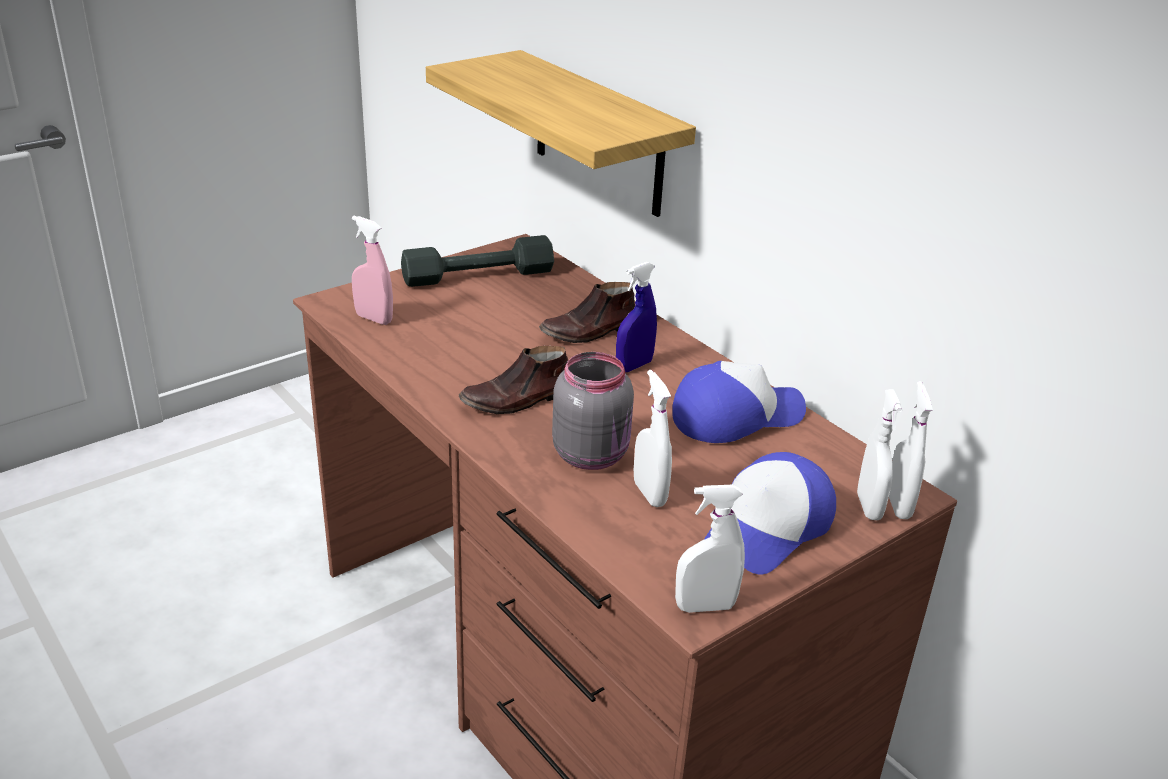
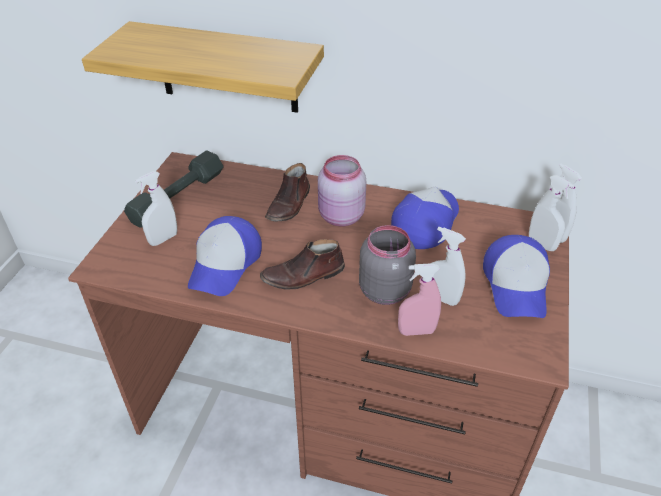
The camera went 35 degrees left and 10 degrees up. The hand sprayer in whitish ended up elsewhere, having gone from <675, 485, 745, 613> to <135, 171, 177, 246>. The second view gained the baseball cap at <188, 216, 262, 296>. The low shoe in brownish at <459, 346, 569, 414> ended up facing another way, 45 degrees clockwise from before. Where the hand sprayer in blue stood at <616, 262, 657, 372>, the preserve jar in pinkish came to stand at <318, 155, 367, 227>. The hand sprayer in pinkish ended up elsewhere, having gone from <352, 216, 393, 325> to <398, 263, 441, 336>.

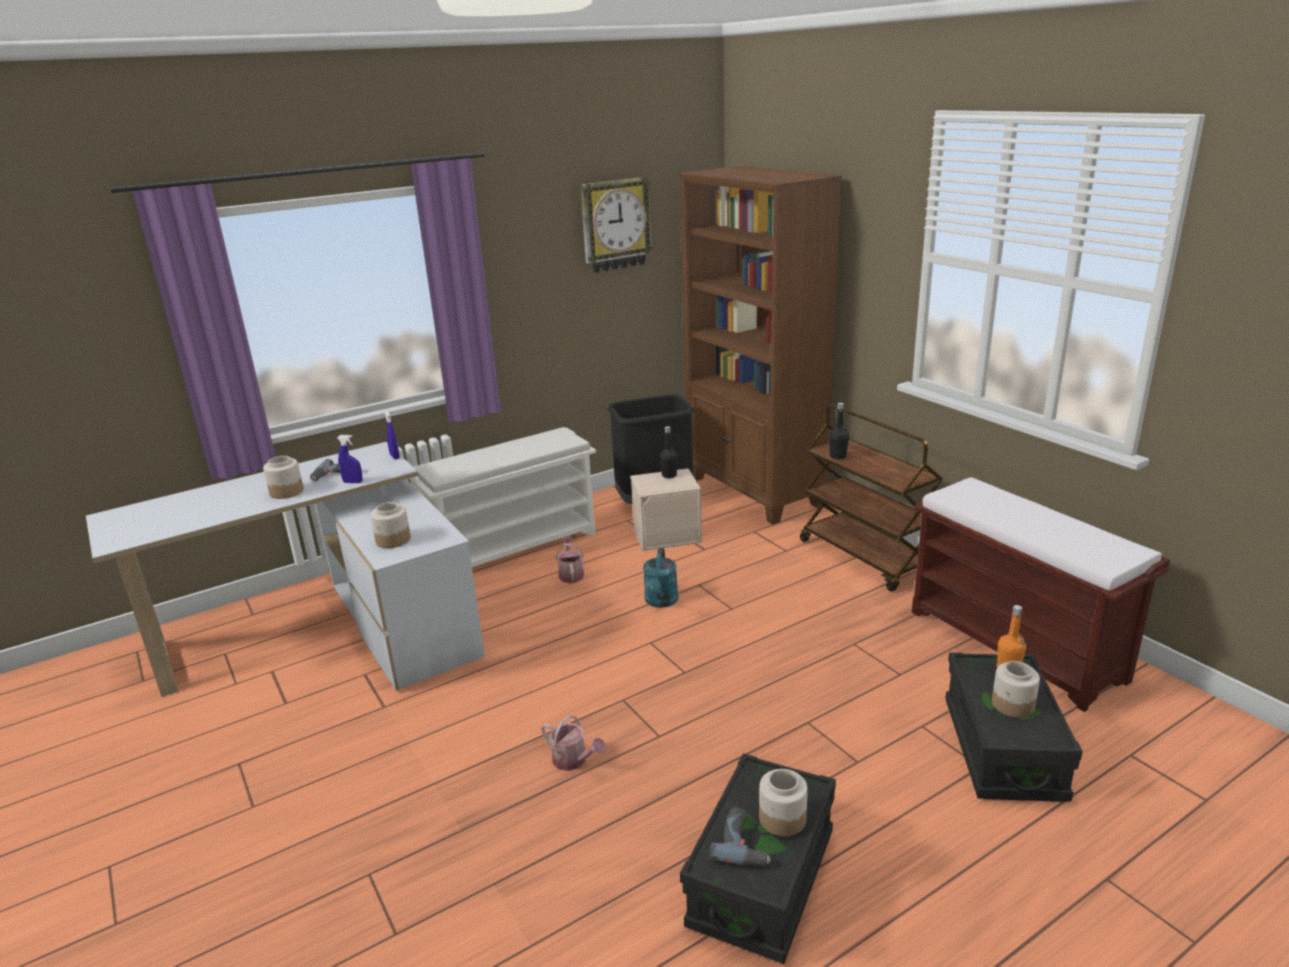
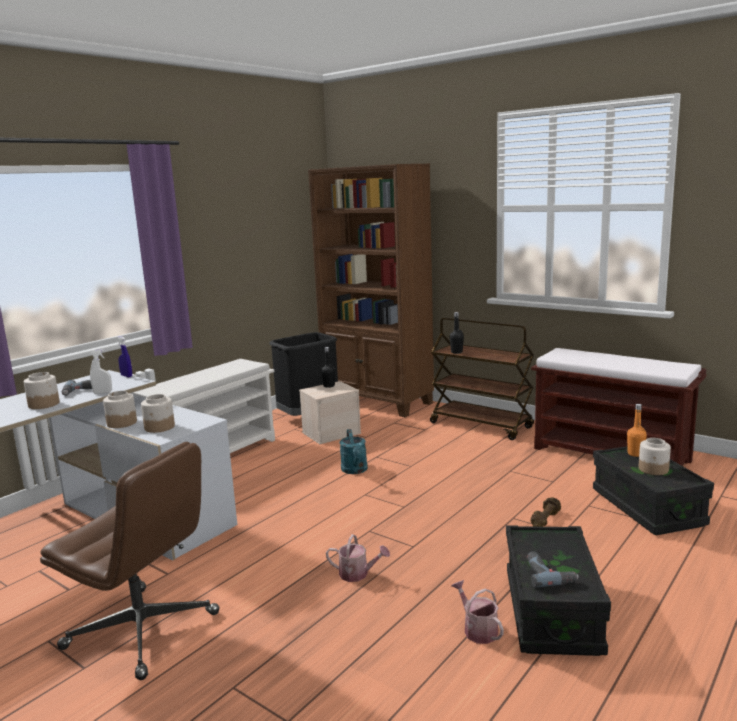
The camera went 20 degrees left and 10 degrees down. The second view gained the office chair in brownish at <40, 442, 220, 680>. What was the hand sprayer in blue at <337, 435, 363, 483> turned into the hand sprayer in whitish at <90, 349, 112, 394>. The preserve jar ended up elsewhere, having gone from <759, 769, 808, 837> to <103, 391, 137, 428>. The watering pot ended up elsewhere, having gone from <556, 537, 584, 583> to <451, 580, 504, 644>. The second view gained the free weight in brownish at <530, 497, 561, 527>. The second view lost the wall clock at <580, 177, 653, 273>.

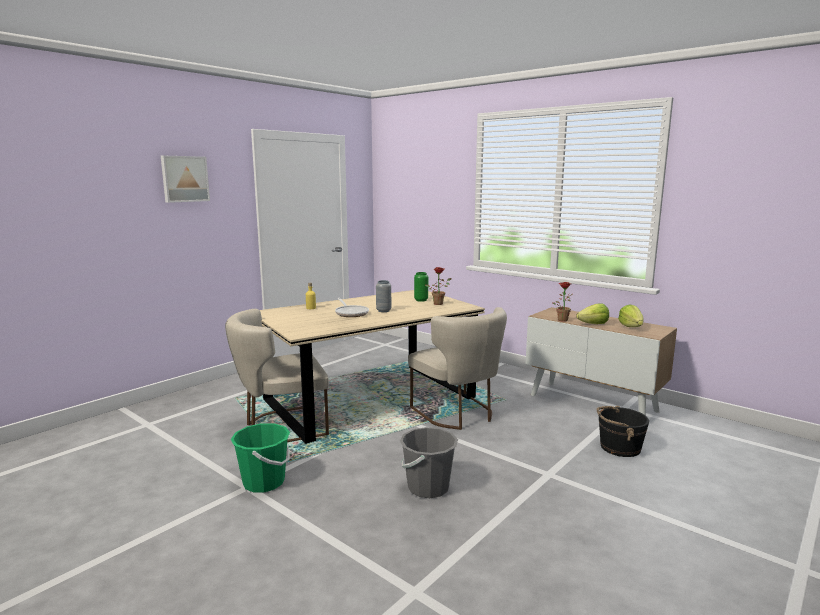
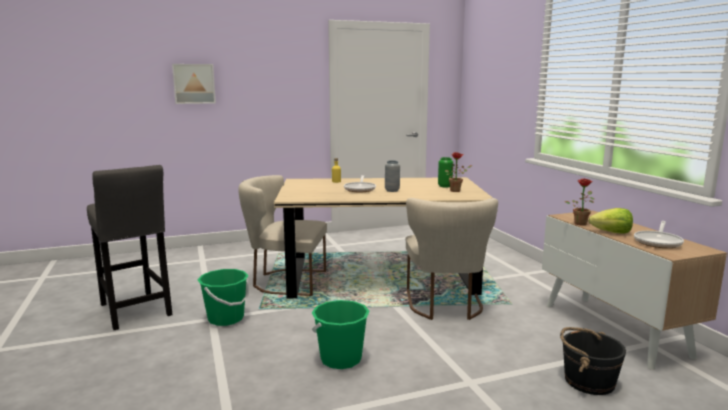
The camera went 30 degrees right and 0 degrees up. The second view gained the stool in grey at <87, 165, 173, 330>. The picture ended up elsewhere, having gone from <161, 156, 210, 203> to <172, 64, 216, 104>. What was the water bucket in grey at <400, 427, 458, 498> turned into the water bucket in green-coloured at <312, 300, 370, 369>. Where the lettuce head stood at <618, 305, 643, 327>, the pan came to stand at <634, 221, 684, 248>.

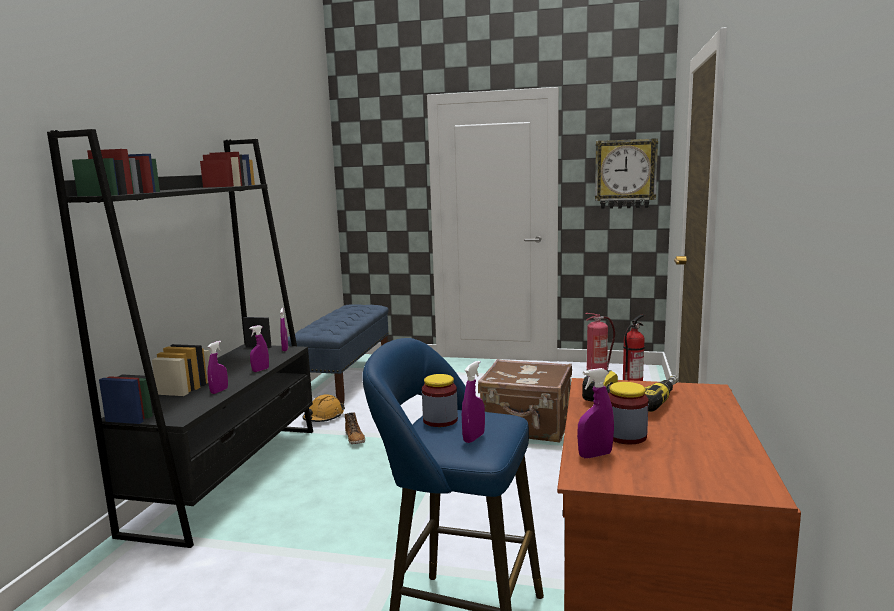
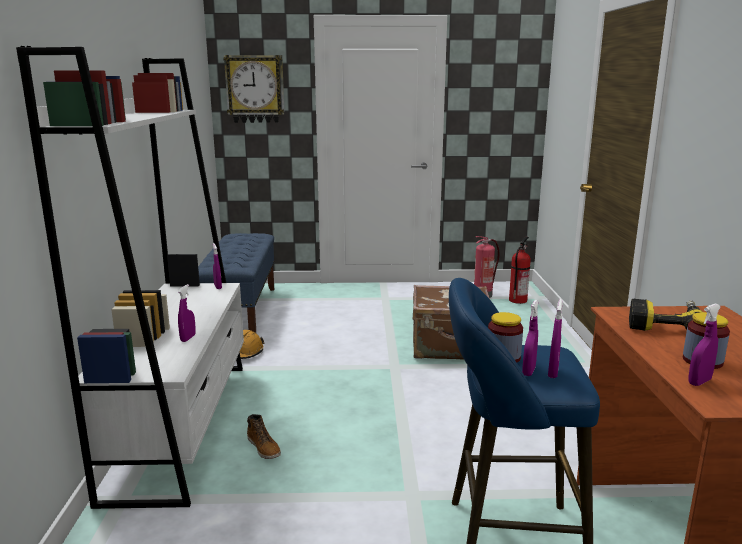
The camera went 15 degrees left and 5 degrees up. What was the bookcase in black at <47, 129, 313, 548> turned into the bookcase in whitish at <16, 46, 244, 509>. The wall clock ended up elsewhere, having gone from <595, 138, 658, 209> to <223, 55, 285, 123>. The high-top boot ended up elsewhere, having gone from <344, 412, 365, 444> to <247, 414, 281, 459>. The hand sprayer in purple ended up elsewhere, having gone from <249, 325, 269, 372> to <522, 300, 538, 376>.

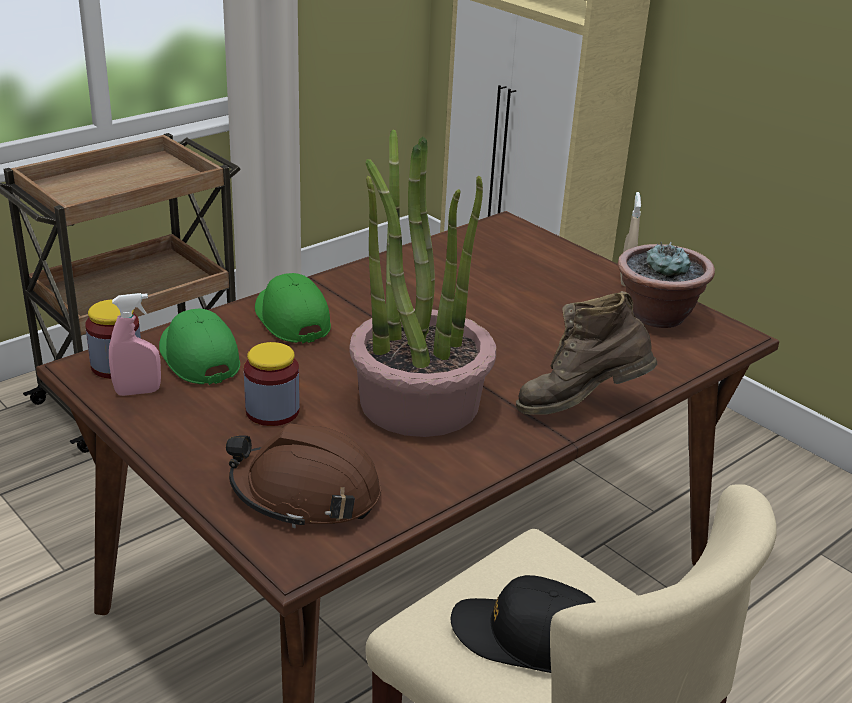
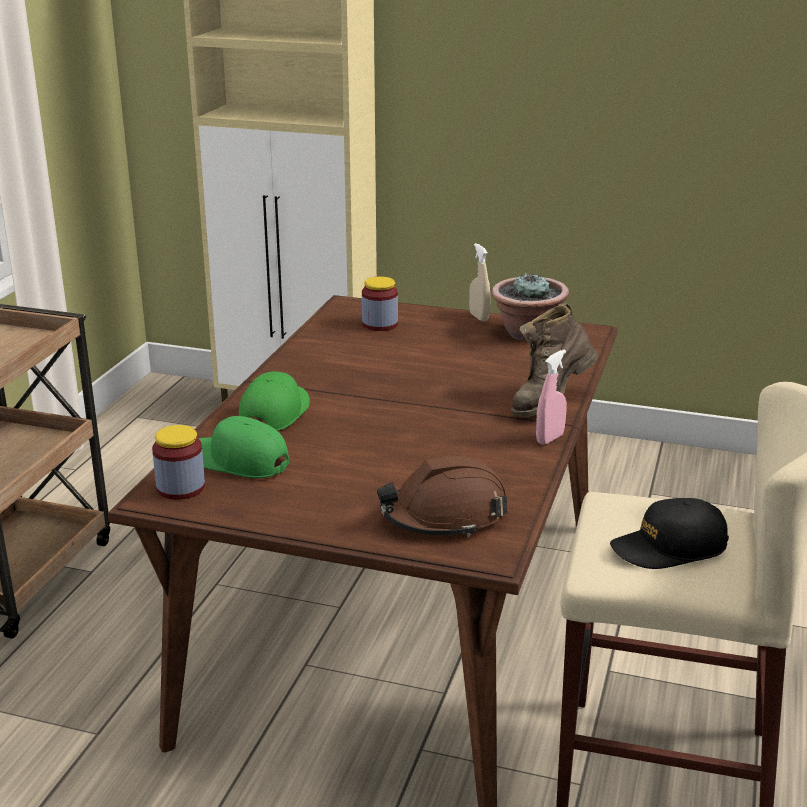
The camera went 30 degrees left and 5 degrees down. The baseball cap in green-coloured at <255, 273, 331, 344> ended up facing another way, 75 degrees clockwise from before. The preserve jar ended up elsewhere, having gone from <244, 342, 300, 426> to <362, 277, 398, 331>. The hand sprayer in pinkish ended up elsewhere, having gone from <109, 293, 161, 396> to <536, 350, 567, 445>. The second view lost the plant in a pot at <349, 129, 496, 437>.

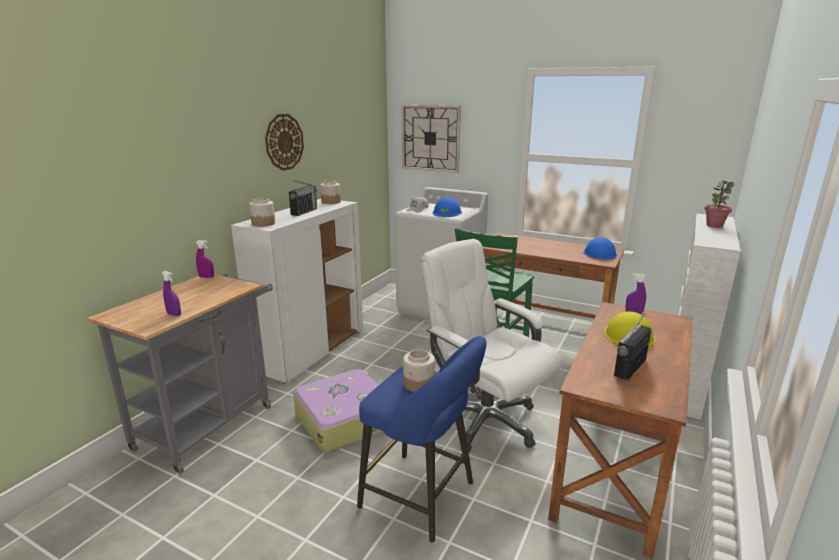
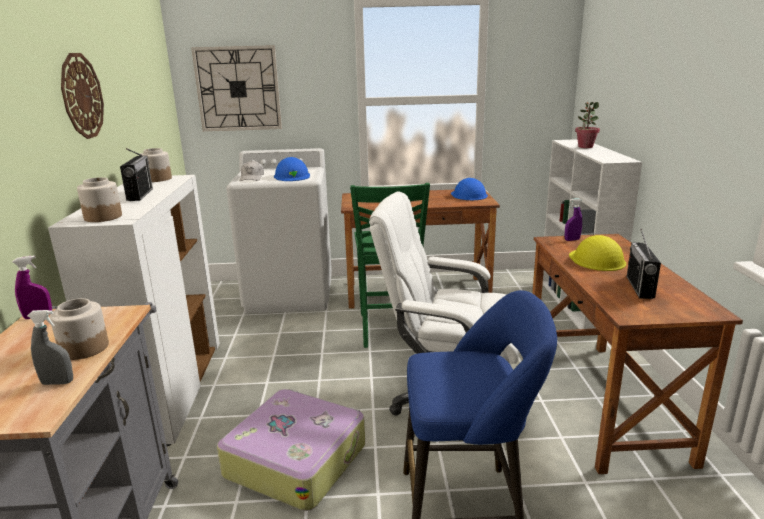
The camera went 30 degrees left and 0 degrees up. What was the hand sprayer in purple at <162, 271, 181, 316> turned into the hand sprayer in grey at <27, 310, 73, 385>. The preserve jar ended up elsewhere, having gone from <403, 349, 435, 392> to <50, 298, 109, 360>.

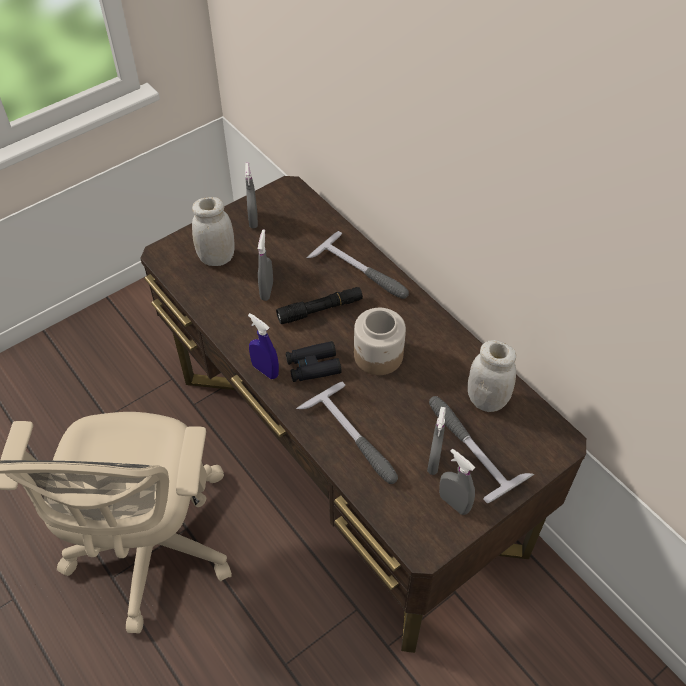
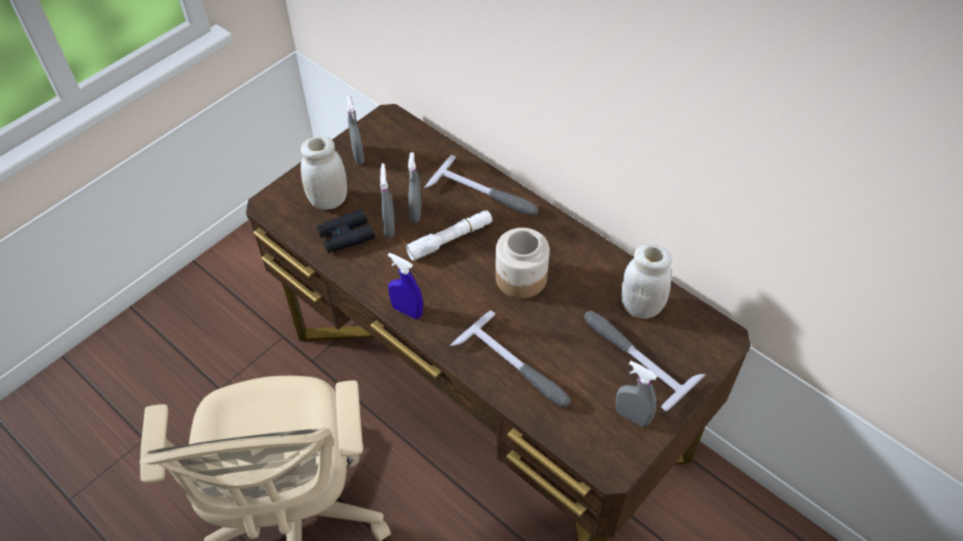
The camera went 10 degrees left and 0 degrees up. The binoculars in black ended up elsewhere, having gone from <286, 341, 342, 382> to <317, 209, 375, 253>. What was the flashlight in black at <276, 287, 363, 324> turned into the flashlight in whitish at <406, 210, 492, 260>. The hand sprayer in grey ended up elsewhere, having gone from <427, 407, 446, 475> to <408, 153, 422, 223>.

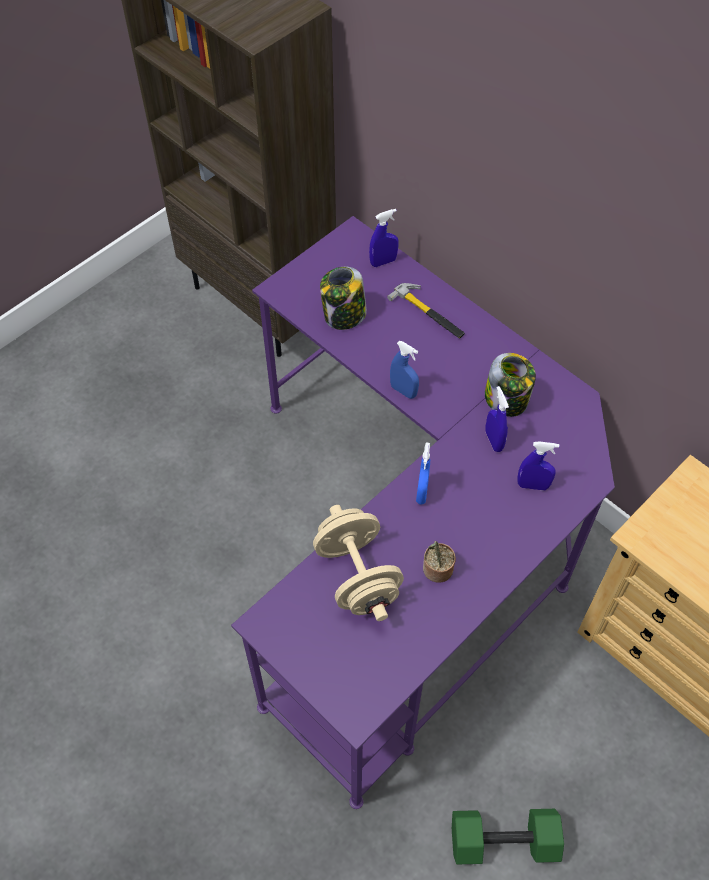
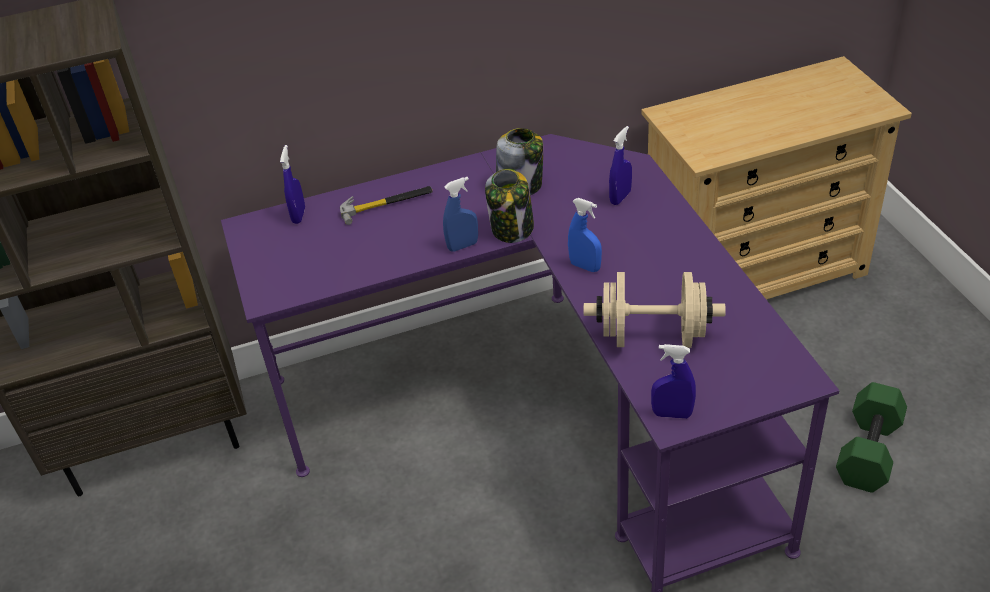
The camera went 60 degrees left and 15 degrees down. The preserve jar ended up elsewhere, having gone from <320, 267, 367, 330> to <485, 169, 534, 243>. The hand sprayer in blue ended up elsewhere, having gone from <485, 386, 509, 452> to <651, 344, 696, 419>. The second view lost the plant in a pot at <423, 541, 456, 583>.

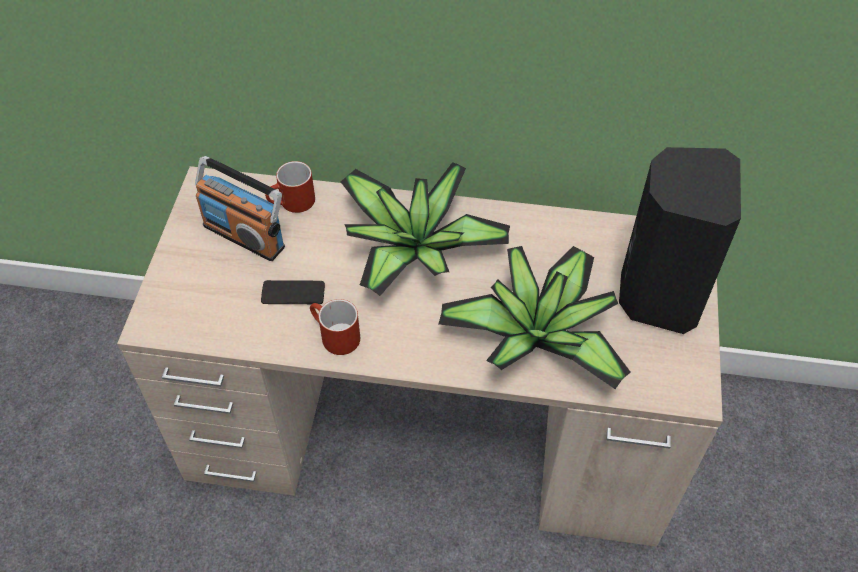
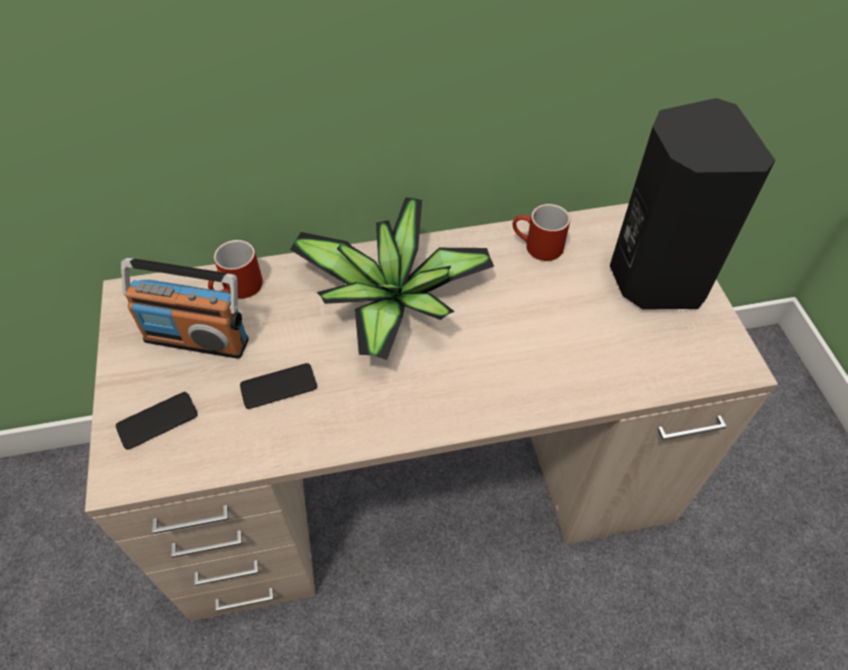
The camera went 20 degrees left and 0 degrees up. The second view gained the phone at <116, 392, 198, 450>. The coffee mug in red-coloured ended up elsewhere, having gone from <310, 299, 360, 355> to <513, 204, 570, 261>. The second view lost the plant in a pot at <438, 246, 631, 389>.

